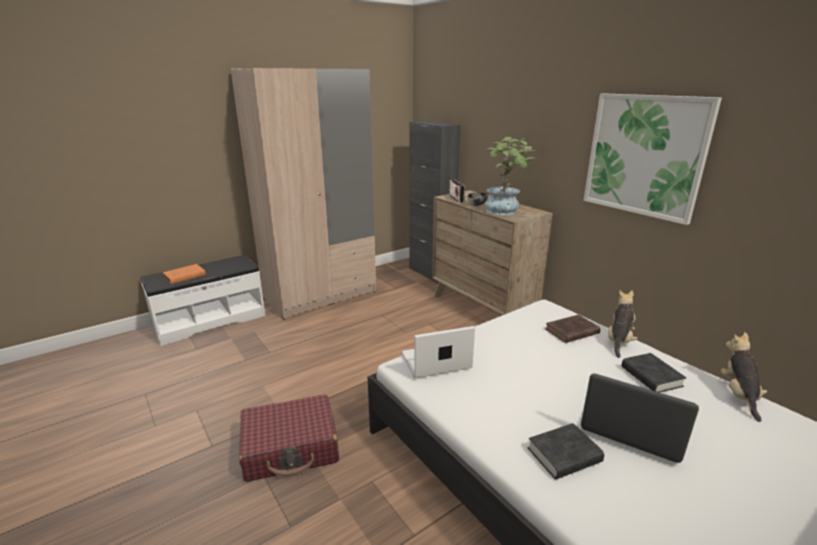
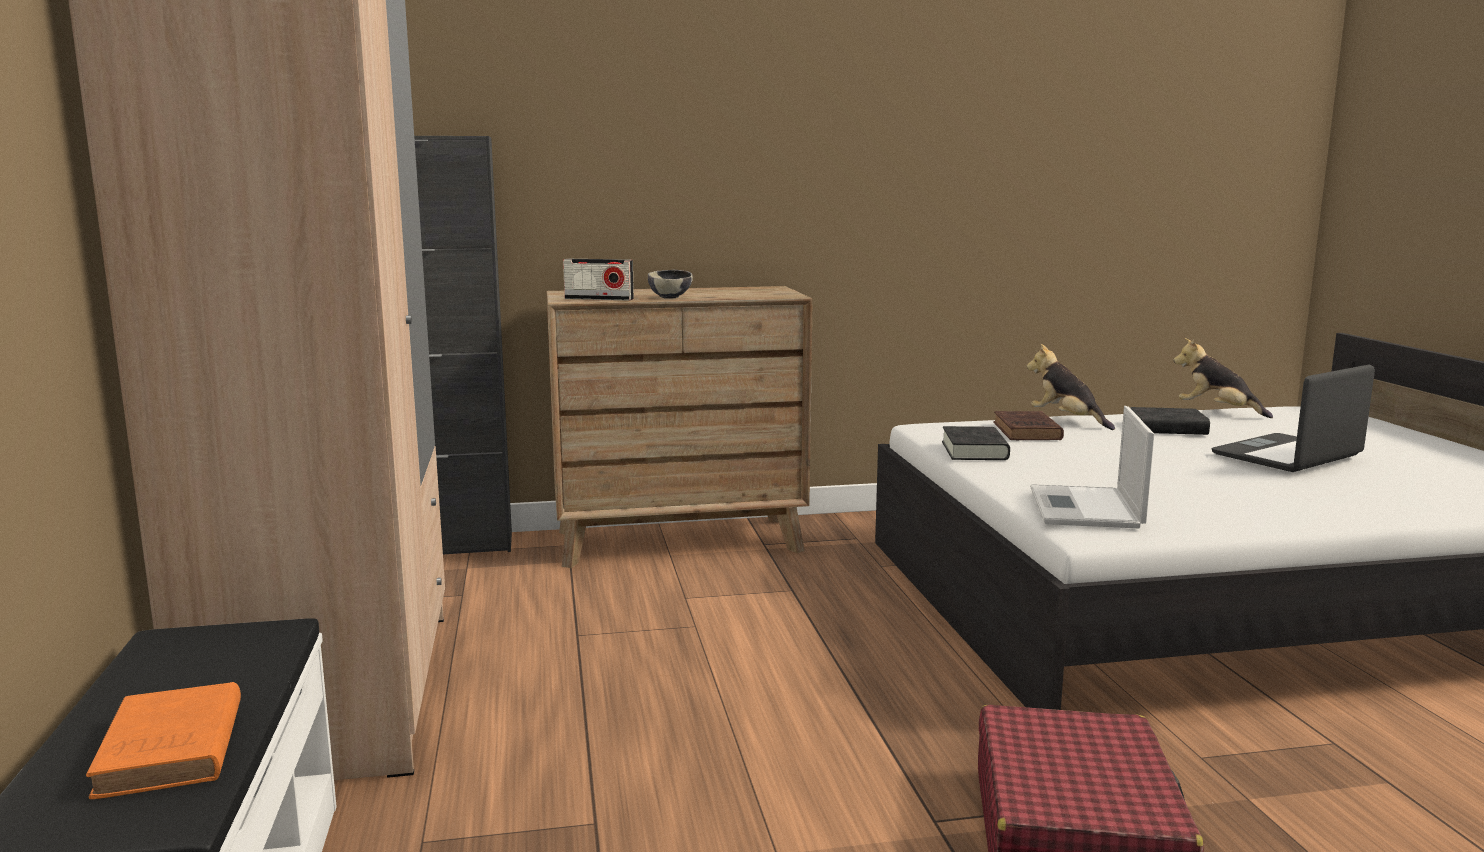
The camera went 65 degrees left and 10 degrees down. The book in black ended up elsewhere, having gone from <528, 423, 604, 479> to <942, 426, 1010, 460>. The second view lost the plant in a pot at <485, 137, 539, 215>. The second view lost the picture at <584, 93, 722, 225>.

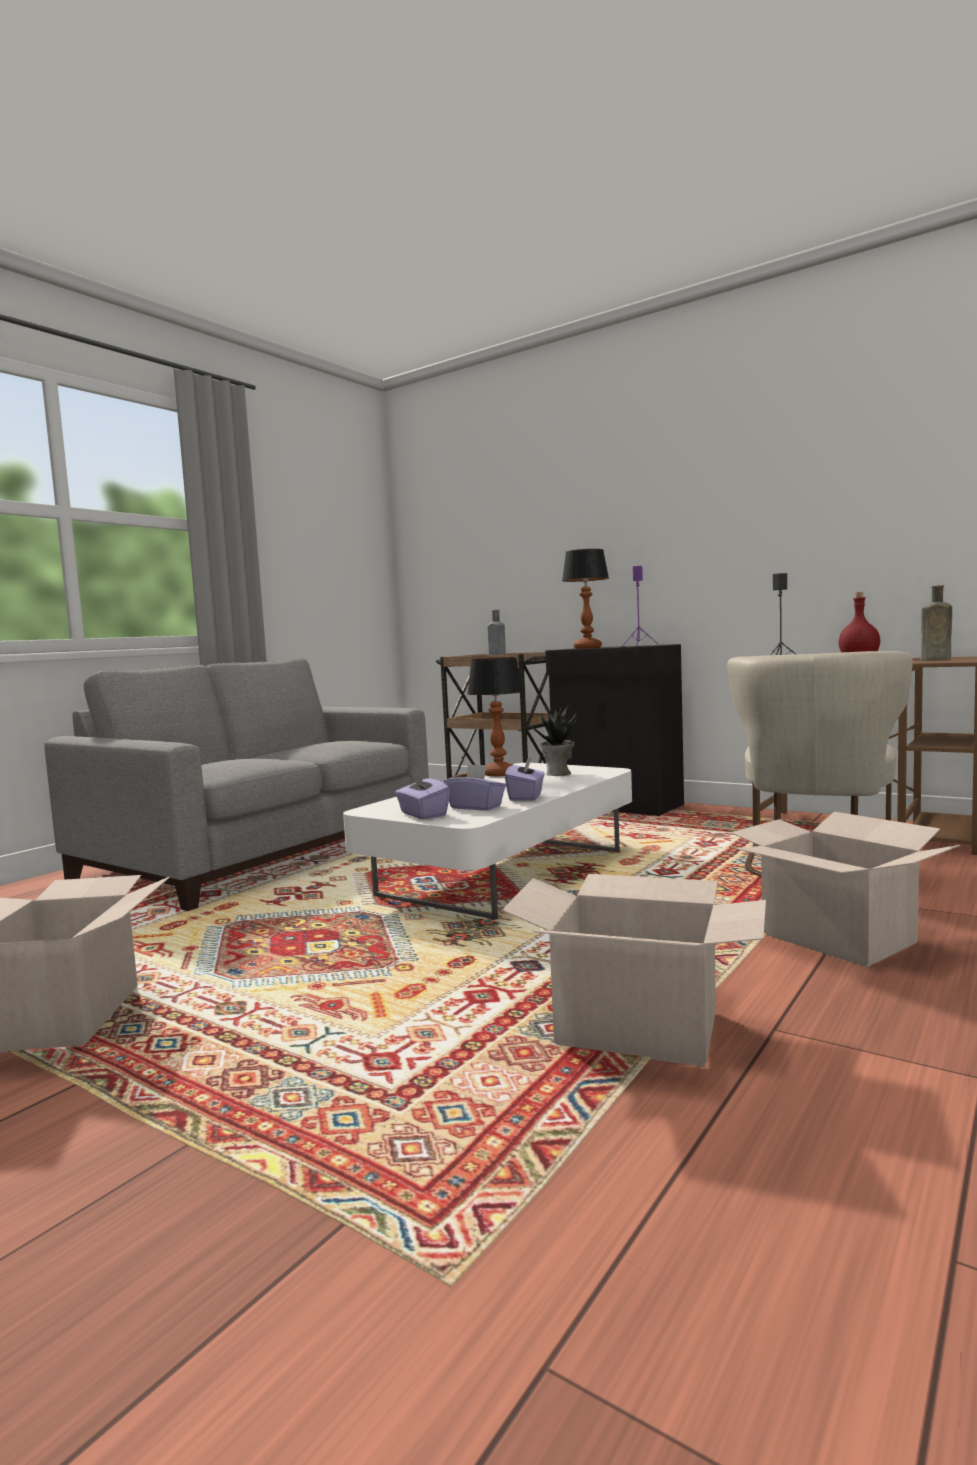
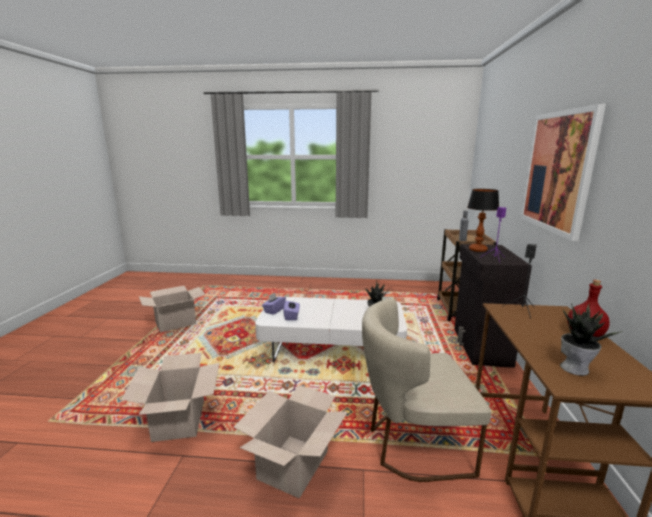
The camera went 60 degrees right and 10 degrees up. The second view gained the picture at <520, 104, 606, 241>. Where the beverage bottle in brownish stood at <921, 585, 952, 661>, the plant in a pot came to stand at <560, 303, 624, 376>. The second view lost the settee in grey at <44, 658, 429, 911>. The second view lost the table lamp at <467, 657, 524, 776>. The second view lost the tissue box in purple at <505, 756, 545, 801>.

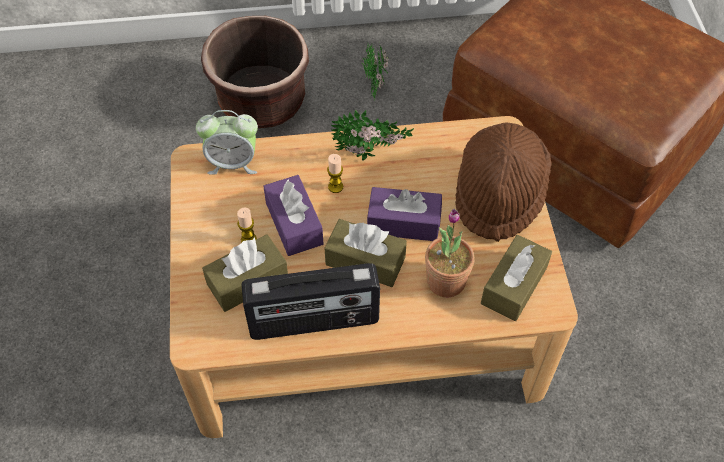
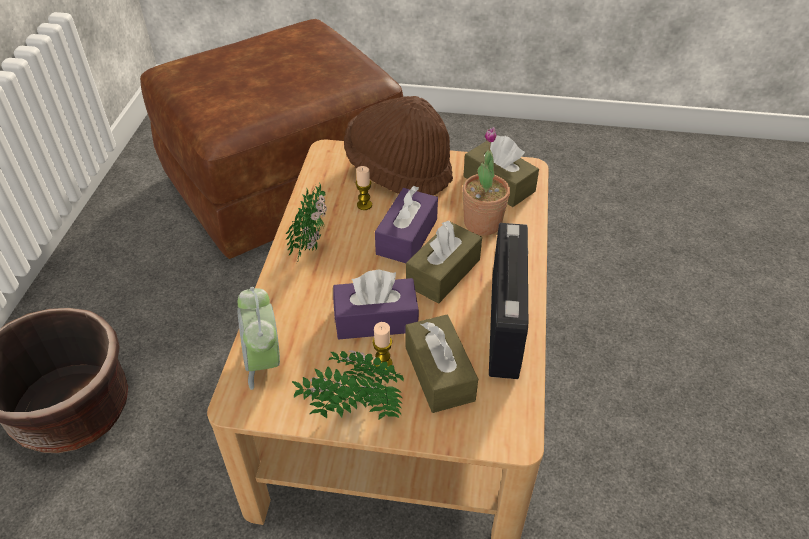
The camera went 75 degrees left and 10 degrees down. The bedside clock at <196, 110, 258, 175> ended up facing another way, 150 degrees clockwise from before. The plant in a pot ended up elsewhere, having gone from <361, 42, 389, 101> to <292, 350, 404, 420>. The wax candle ended up elsewhere, having gone from <327, 154, 343, 193> to <355, 166, 372, 210>.

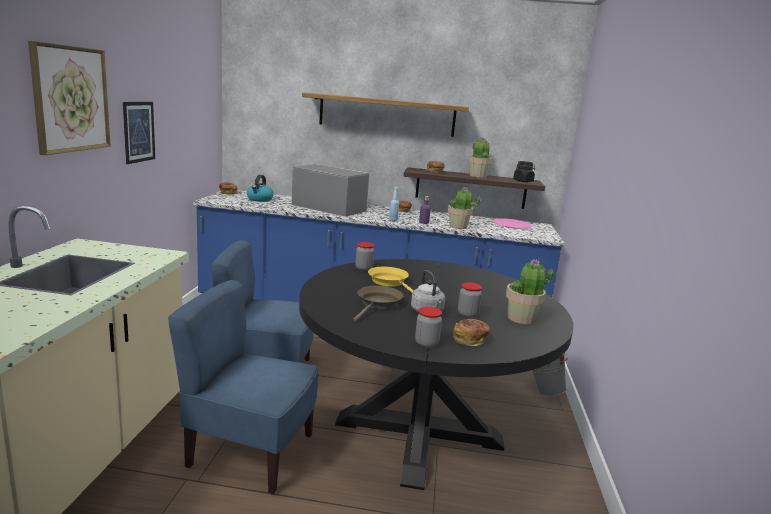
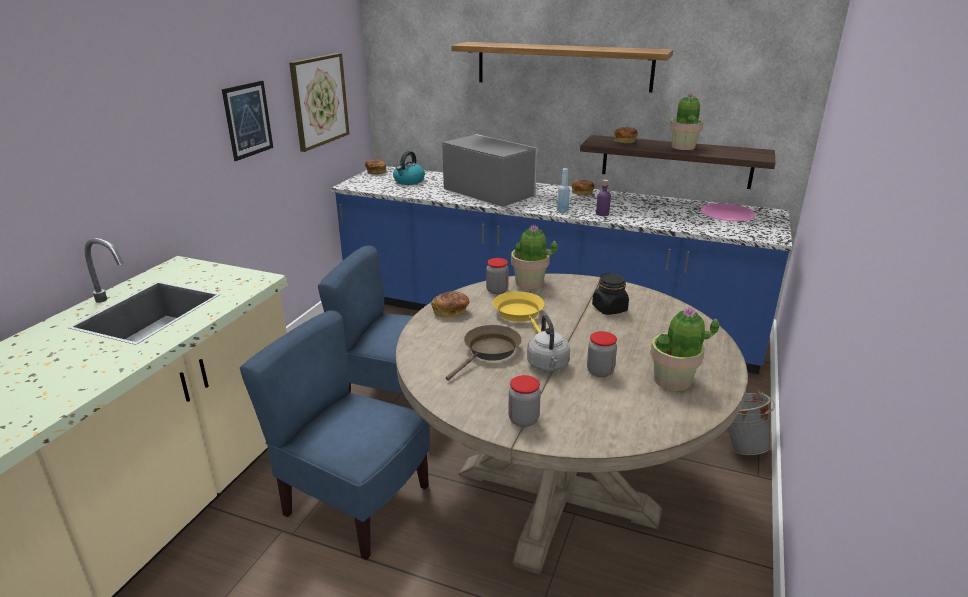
The camera went 15 degrees right and 10 degrees up. The picture ended up elsewhere, having gone from <28, 41, 111, 155> to <289, 53, 349, 152>. What was the dinner table in black at <299, 259, 573, 490> turned into the dinner table in sand-coloured at <396, 274, 748, 574>. The bread ended up elsewhere, having gone from <453, 319, 490, 346> to <431, 291, 469, 318>. The plant in a pot ended up elsewhere, having gone from <448, 187, 481, 229> to <511, 225, 557, 289>. The preserve jar in black ended up elsewhere, having gone from <513, 161, 535, 182> to <592, 273, 629, 315>.

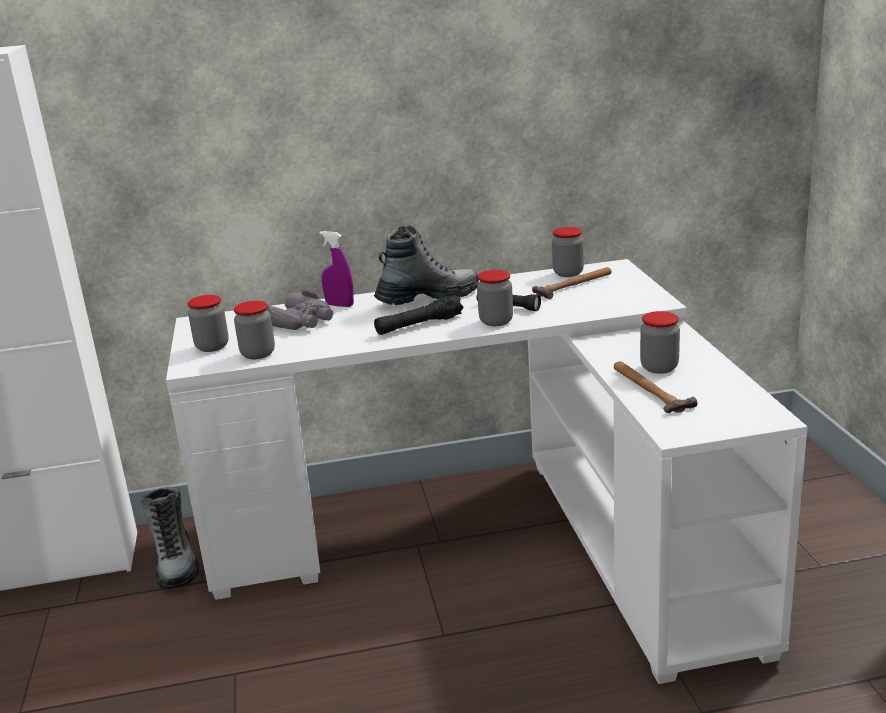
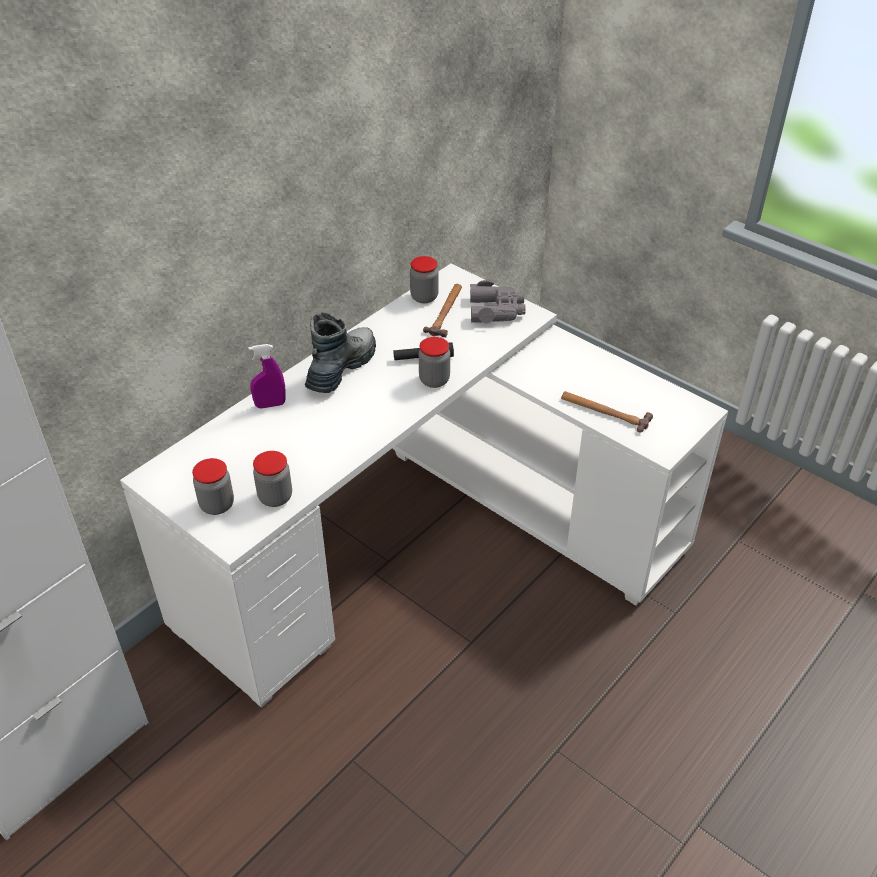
The camera went 40 degrees left and 20 degrees up. The binoculars in grey ended up elsewhere, having gone from <266, 289, 333, 330> to <470, 280, 526, 323>. The second view lost the high-top boot at <140, 487, 199, 589>. The second view lost the flashlight in black at <374, 295, 464, 335>. The second view lost the preserve jar at <640, 311, 680, 374>.

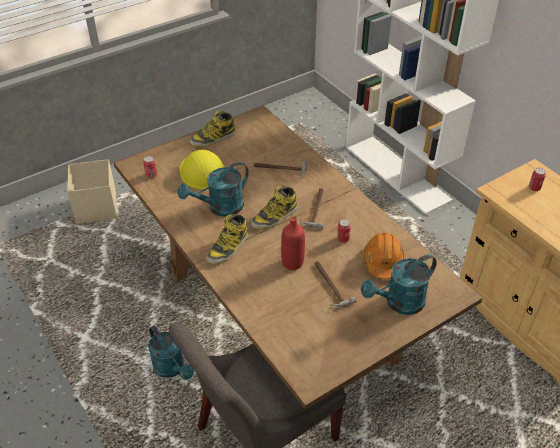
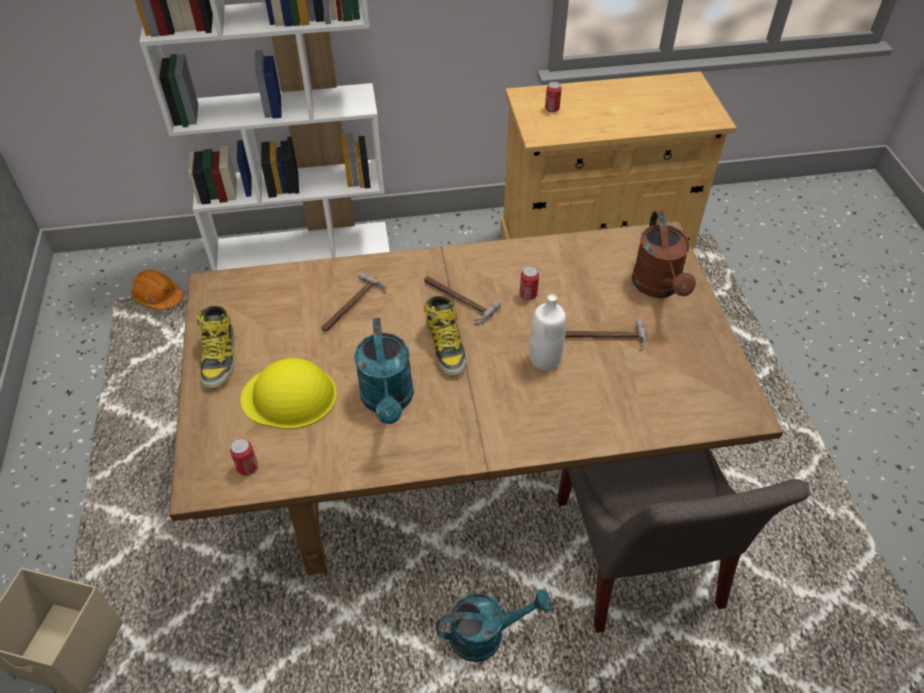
The camera went 65 degrees left and 5 degrees up. The hard hat in orange ended up elsewhere, having gone from <364, 232, 404, 279> to <131, 269, 183, 310>. What was the beverage bottle in red-coloured at <281, 217, 305, 270> turned into the beverage bottle in whitish at <529, 294, 566, 370>. What was the watering pot in turquoise-coloured at <361, 254, 437, 315> turned into the watering pot in brownish at <632, 211, 696, 298>. The second view lost the high-top boot at <206, 214, 248, 265>.

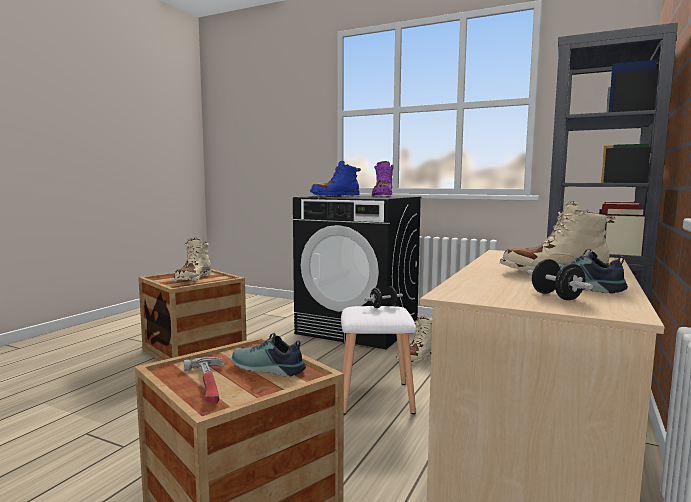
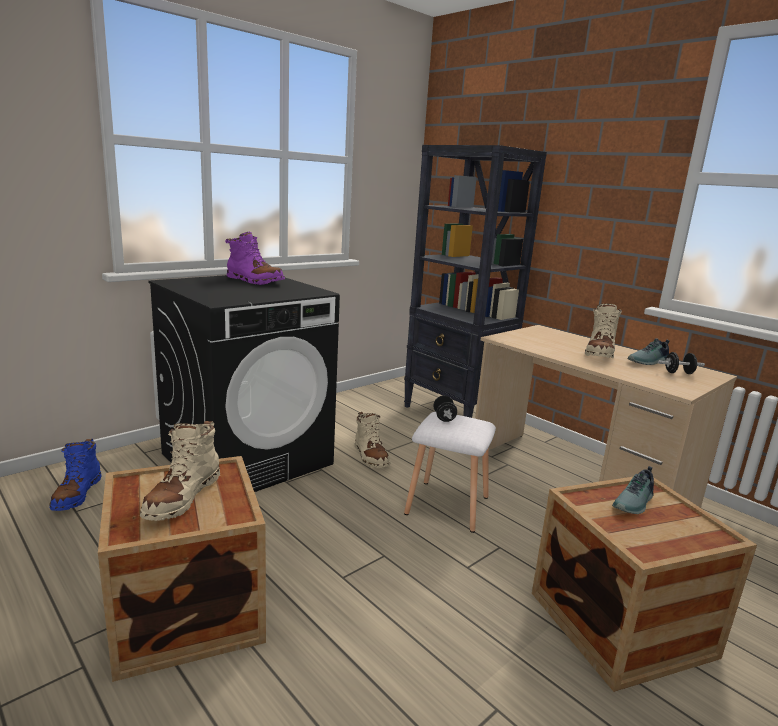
The camera went 70 degrees left and 10 degrees up. The high-top boot in blue ended up elsewhere, having gone from <310, 161, 361, 196> to <50, 439, 102, 511>. The high-top boot in sand-coloured at <174, 238, 211, 281> ended up facing another way, 75 degrees clockwise from before. The second view lost the hammer at <184, 357, 225, 404>.

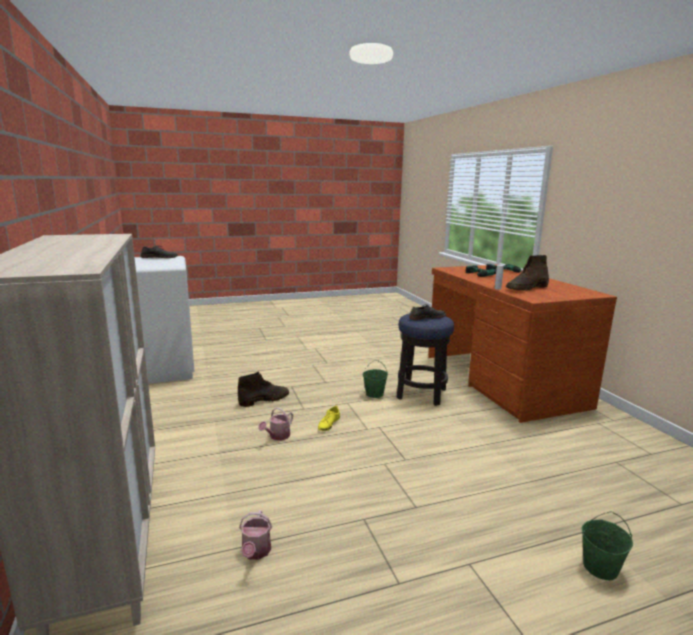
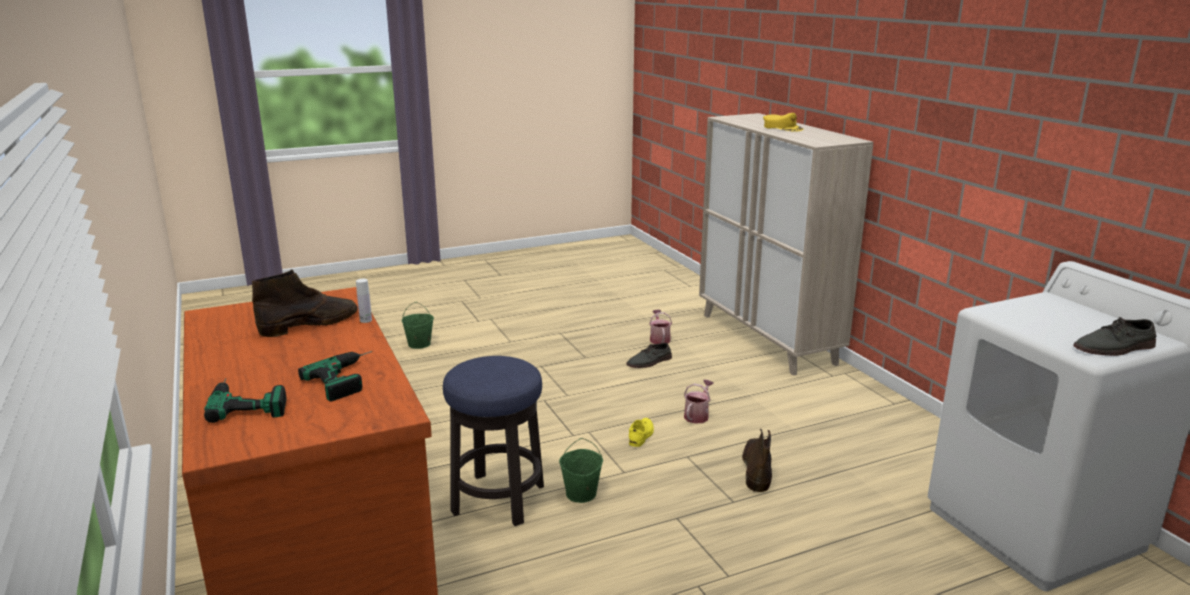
The camera went 175 degrees right and 5 degrees up. The low shoe in grey ended up elsewhere, having gone from <409, 304, 446, 320> to <626, 343, 672, 368>. The high-top boot in brownish at <238, 371, 289, 407> ended up facing another way, 135 degrees clockwise from before. The second view gained the baseball cap in yellowish at <763, 113, 803, 132>.

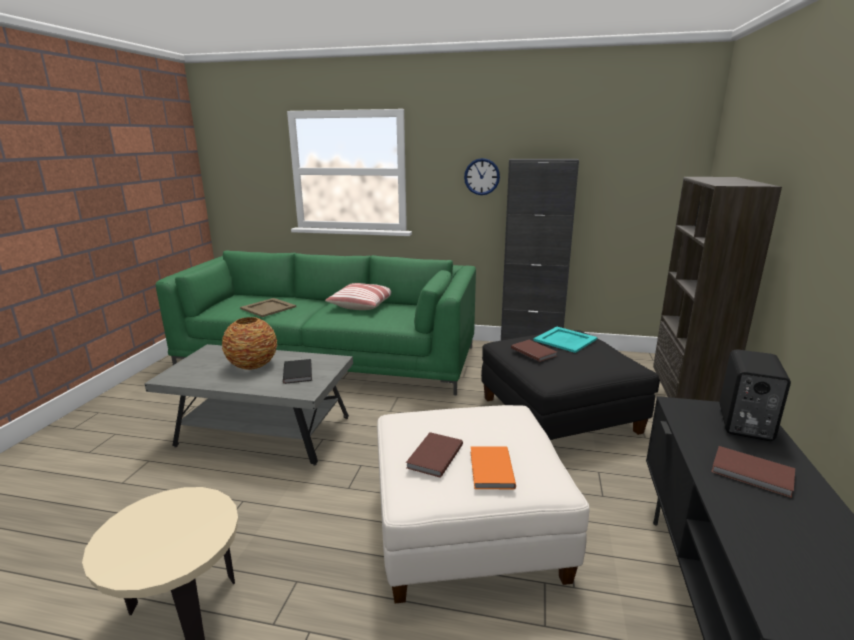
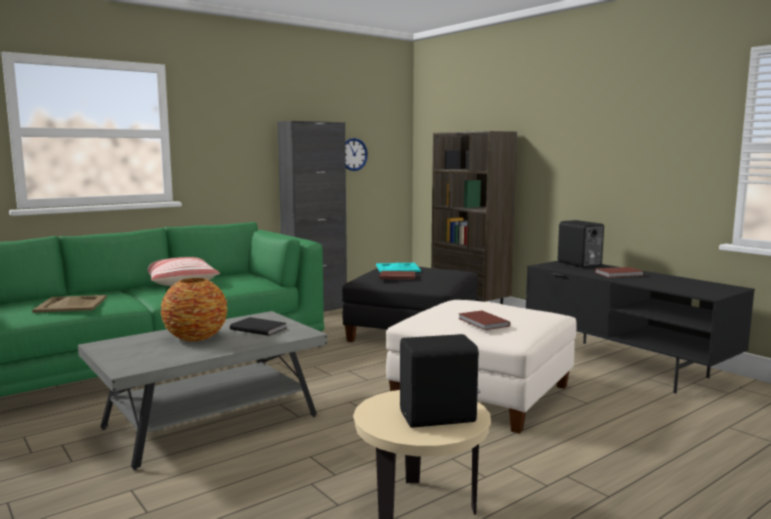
The camera went 50 degrees left and 10 degrees down. The wall clock ended up elsewhere, having gone from <464, 158, 500, 195> to <345, 138, 368, 171>. The second view gained the loudspeaker in black at <400, 334, 480, 428>. The second view lost the book in orange at <471, 446, 516, 489>.

